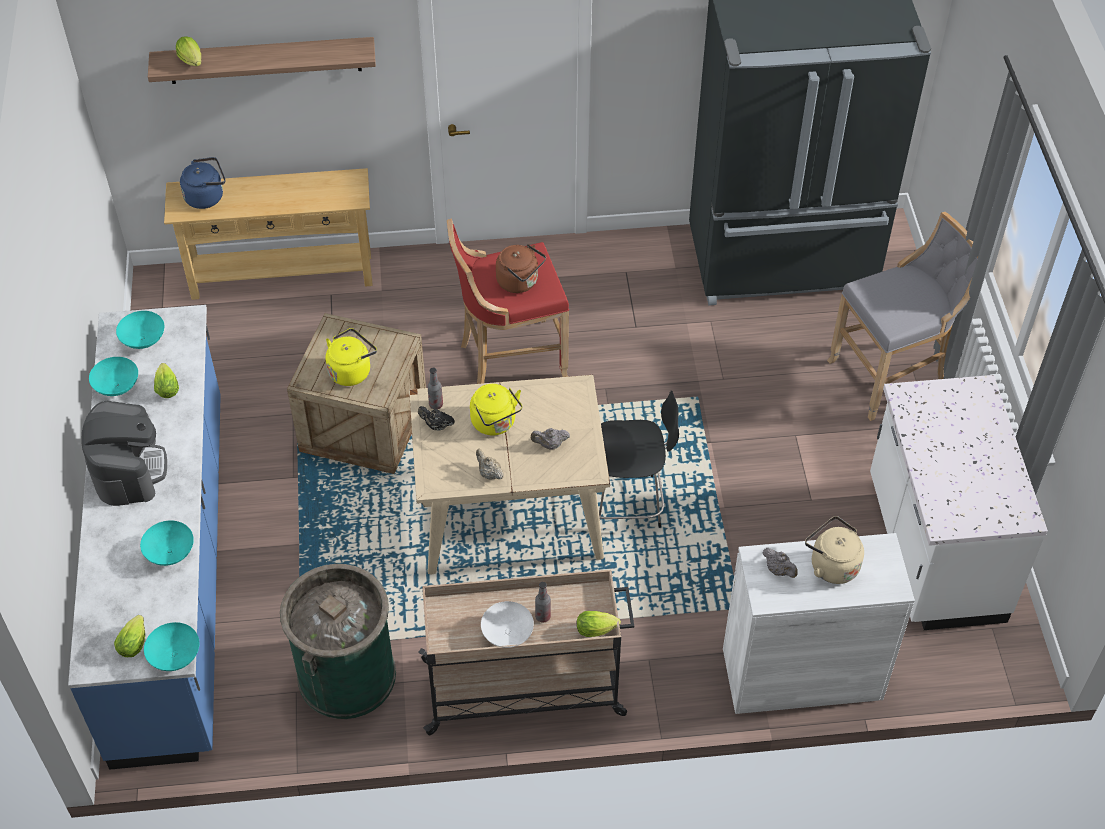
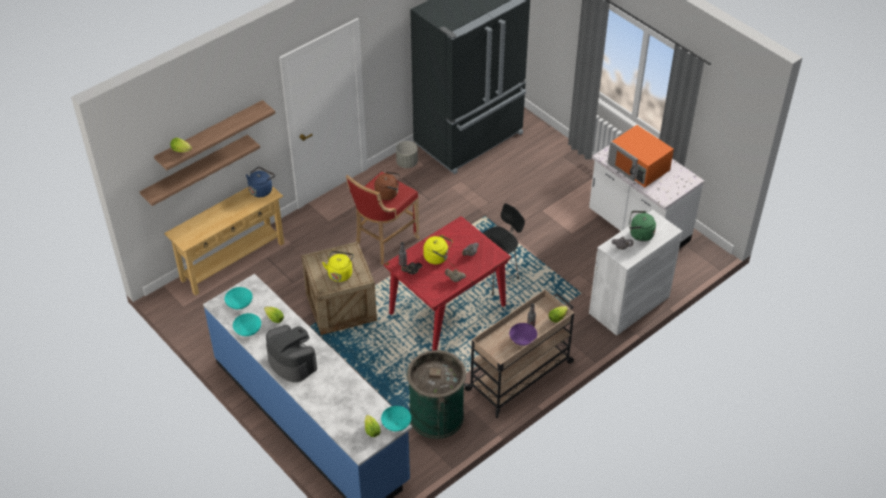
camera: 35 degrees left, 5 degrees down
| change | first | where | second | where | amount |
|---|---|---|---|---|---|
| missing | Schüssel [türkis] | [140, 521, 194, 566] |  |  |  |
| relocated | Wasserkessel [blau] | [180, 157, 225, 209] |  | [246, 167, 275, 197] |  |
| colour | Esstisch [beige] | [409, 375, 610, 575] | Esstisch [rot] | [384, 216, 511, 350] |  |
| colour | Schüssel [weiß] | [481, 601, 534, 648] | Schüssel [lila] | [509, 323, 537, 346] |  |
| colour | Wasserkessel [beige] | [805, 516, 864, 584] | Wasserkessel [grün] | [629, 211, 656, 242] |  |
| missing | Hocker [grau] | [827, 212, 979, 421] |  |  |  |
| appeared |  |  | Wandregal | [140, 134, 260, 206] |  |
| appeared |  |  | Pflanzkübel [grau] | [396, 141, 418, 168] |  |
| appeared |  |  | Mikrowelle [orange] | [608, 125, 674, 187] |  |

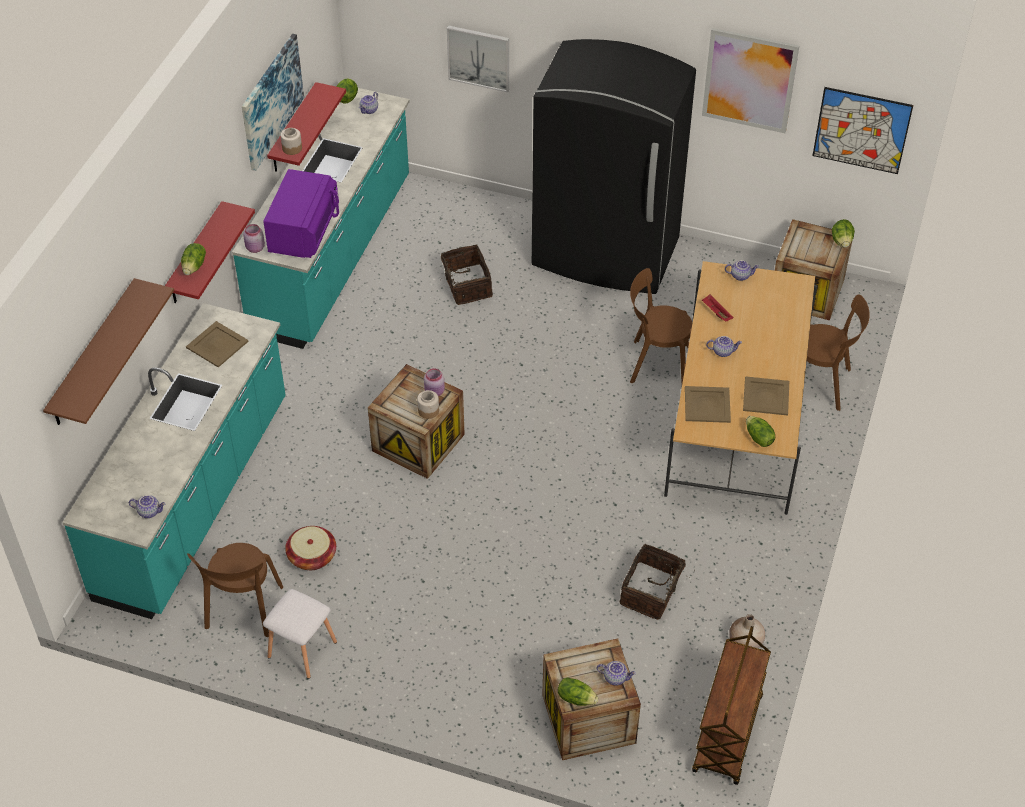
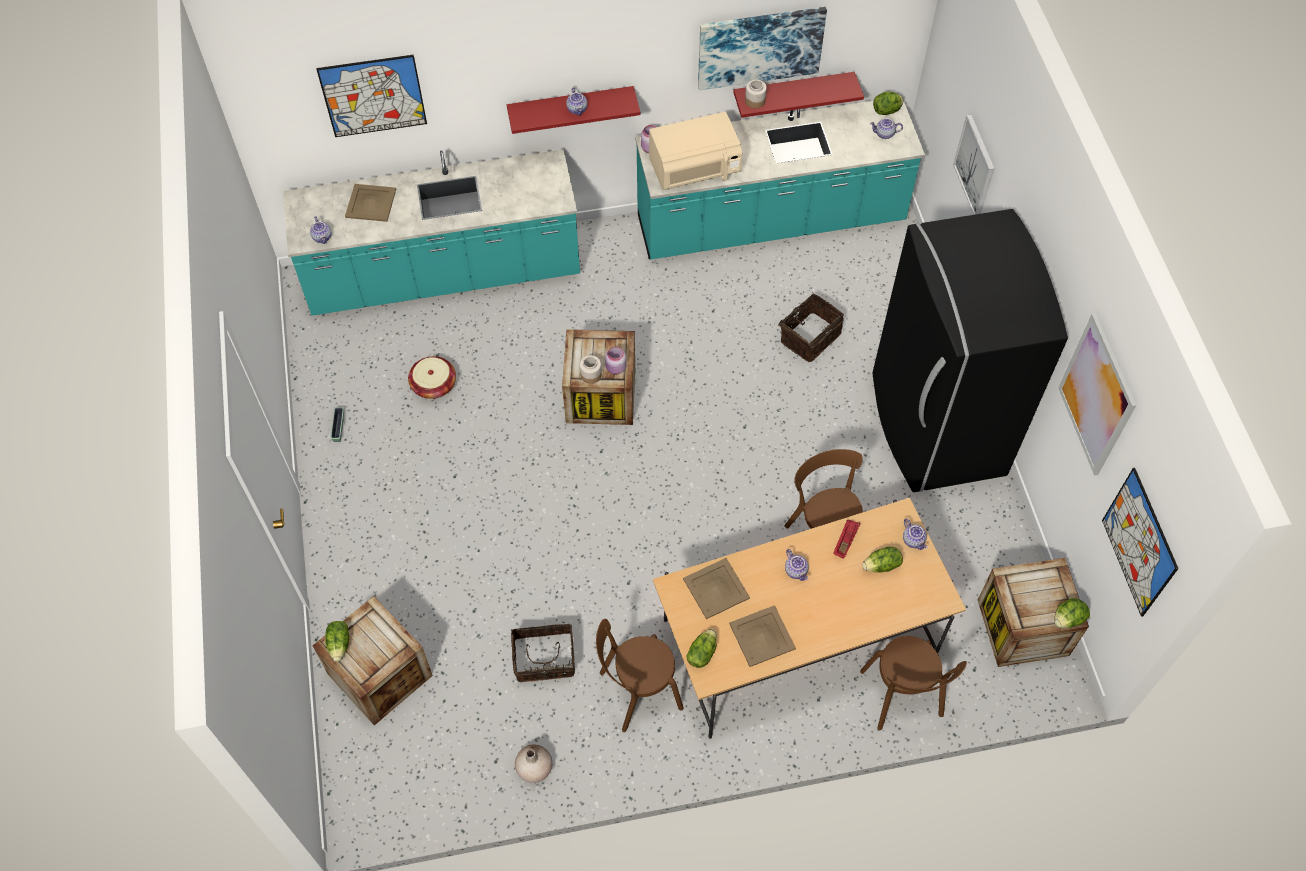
camera: 60 degrees right, 10 degrees up
| change | first | where | second | where | amount |
|---|---|---|---|---|---|
| exchanged | Wandregal [braun] | [43, 278, 174, 425] | Bild | [316, 55, 427, 137] |  |
| relocated | Salatkopf | [181, 243, 206, 275] |  | [862, 547, 903, 573] |  |
| relocated | Tablett [beige] | [186, 321, 249, 367] |  | [345, 184, 396, 222] |  |
| relocated | Stuhl [braun] | [187, 543, 283, 637] |  | [596, 619, 684, 732] |  |
| colour | Mikrowelle [lila] | [263, 169, 339, 258] | Mikrowelle [beige] | [649, 112, 742, 190] |  |
| exchanged | Hocker [weiß] | [263, 589, 337, 679] | Pflanzkübel | [330, 407, 344, 442] |  |
| relocated | Teekanne | [597, 661, 636, 686] |  | [566, 87, 587, 115] |  |
| missing | Rollwagen [braun] | [692, 626, 771, 785] |  |  |  |

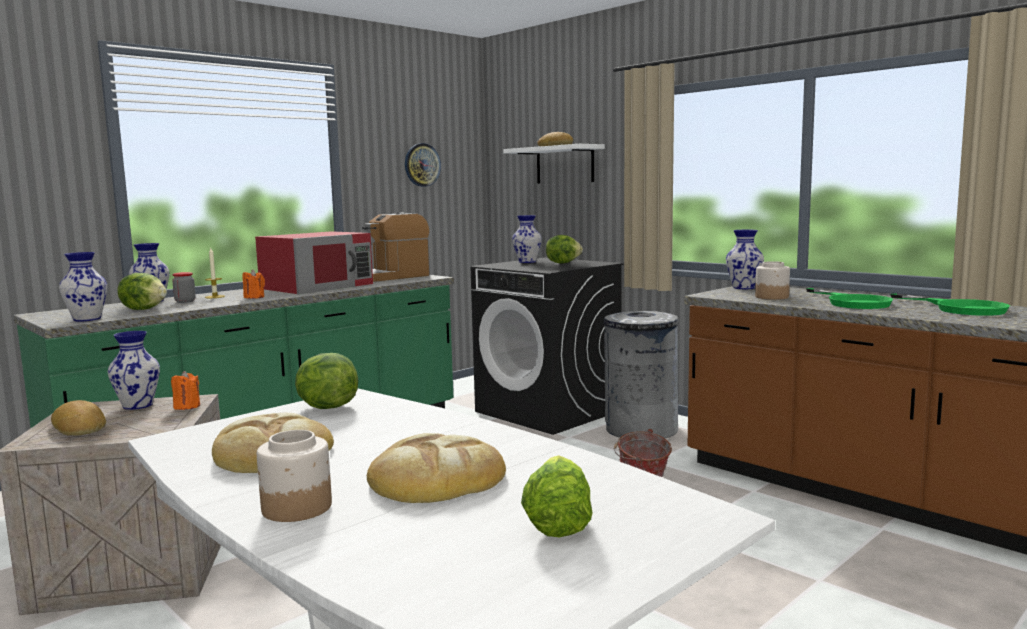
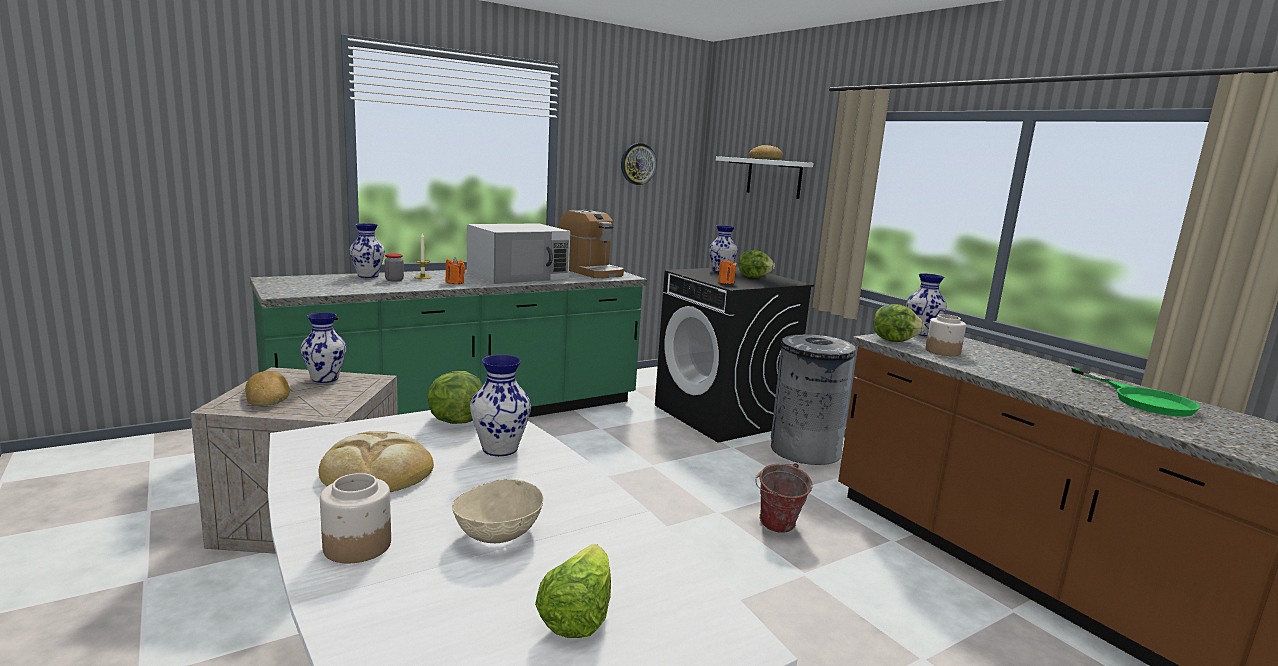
camera: 10 degrees right, 5 degrees up
| change | first | where | second | where | amount |
|---|---|---|---|---|---|
| relocated | Vase | [59, 252, 107, 322] |  | [470, 355, 531, 456] |  |
| relocated | Salatkopf | [117, 273, 167, 310] |  | [873, 304, 925, 342] |  |
| relocated | Kerze [orange] | [171, 371, 200, 410] |  | [718, 259, 737, 284] |  |
| colour | Mikrowelle [rot] | [255, 231, 373, 294] | Mikrowelle [weiß] | [467, 223, 570, 284] |  |
| spun | Kaffeemaschine | [362, 212, 429, 282] |  | [559, 210, 624, 278] | 105 degrees counterclockwise |
| exchanged | Brot | [367, 433, 506, 503] | Schüssel [beige] | [452, 479, 544, 543] |  |
| missing | Pfanne [grün] | [806, 288, 893, 309] |  |  |  |

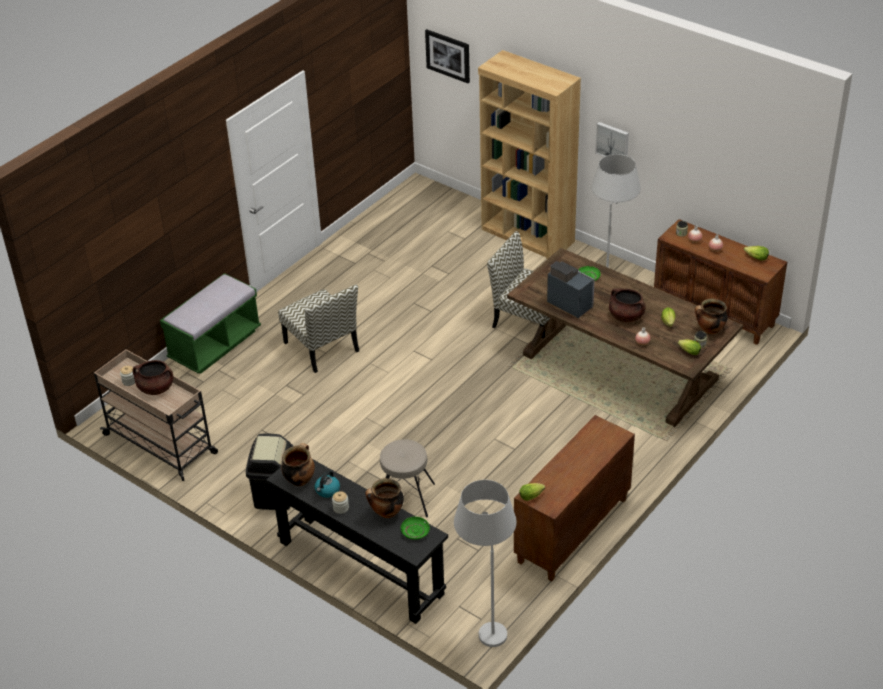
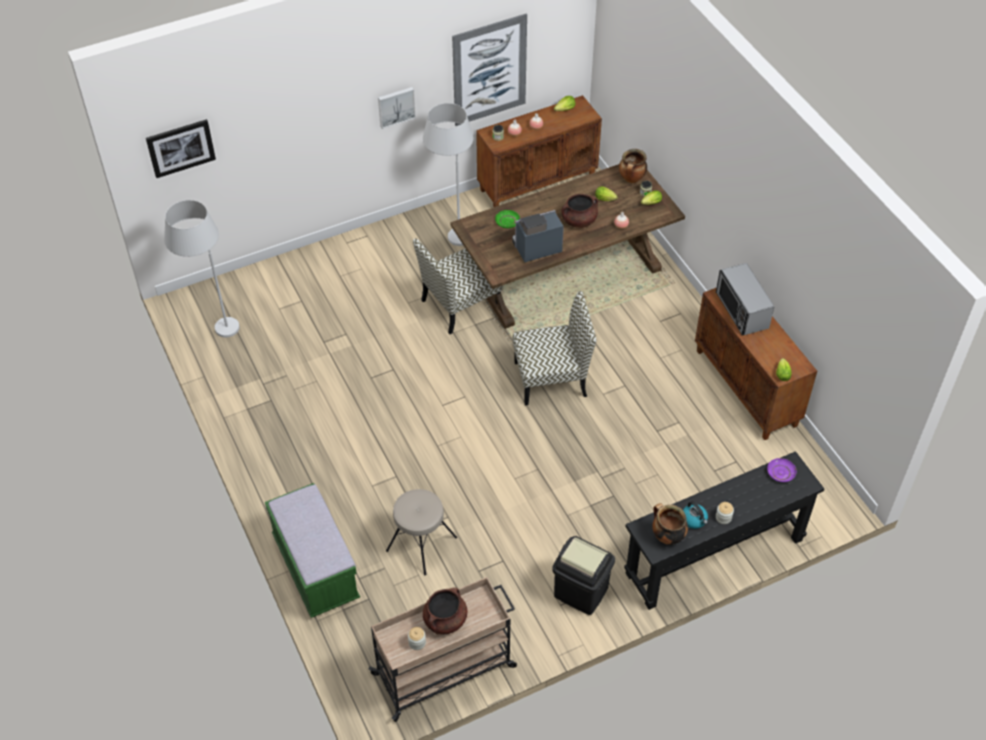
camera: 65 degrees left, 10 degrees up
| change | first | where | second | where | amount |
|---|---|---|---|---|---|
| relocated | Stuhl | [278, 285, 359, 373] |  | [513, 291, 597, 405] |  |
| missing | Kochtopf | [365, 478, 404, 518] |  |  |  |
| relocated | Hocker [beige] | [380, 439, 435, 517] |  | [386, 489, 457, 575] |  |
| colour | Teller [grün] | [401, 517, 430, 540] | Teller [lila] | [767, 458, 797, 482] |  |
| relocated | Stehlampe [weiß] | [454, 480, 517, 647] |  | [164, 200, 240, 337] |  |
| missing | Bücherregal [braun] | [478, 50, 581, 259] |  |  |  |
| appeared |  |  | Bild | [452, 13, 527, 126] |  |
| appeared |  |  | Mikrowelle | [716, 263, 774, 335] |  |

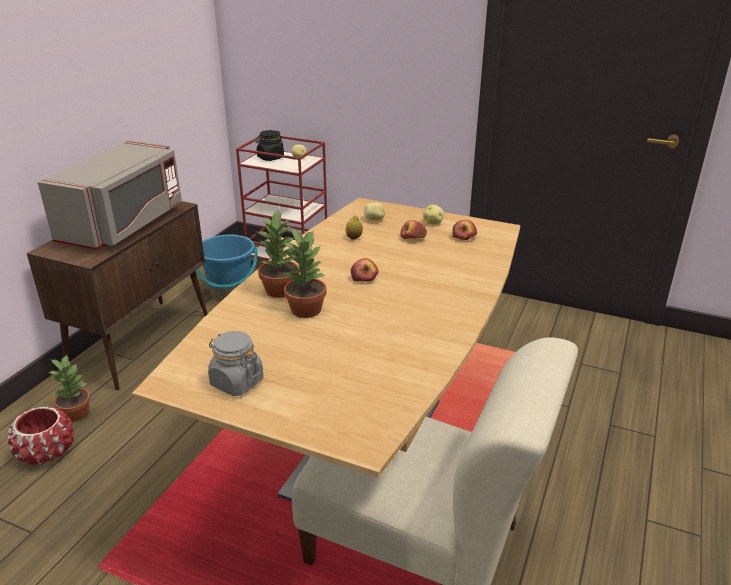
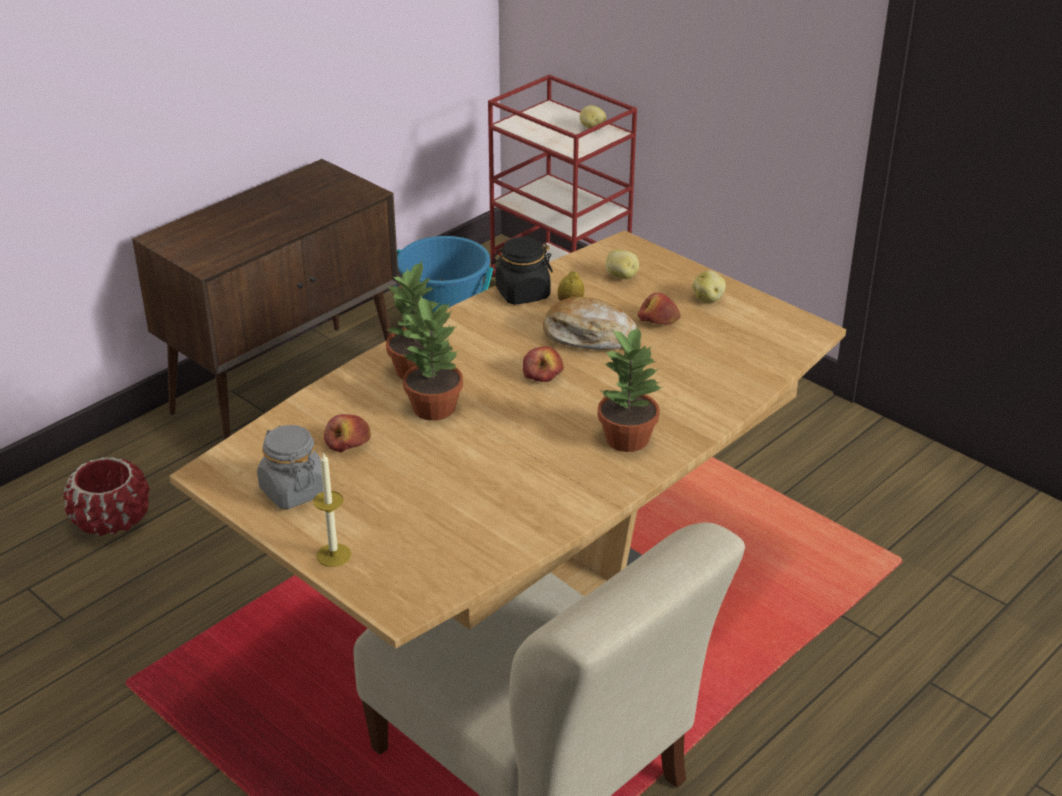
camera: 20 degrees right, 5 degrees up
| change | first | where | second | where | amount |
|---|---|---|---|---|---|
| missing | Mikrowelle [grau] | [38, 140, 182, 250] |  |  |  |
| relocated | Topfpflanze | [50, 354, 91, 422] |  | [598, 325, 662, 452] |  |
| relocated | Vorratsglas [schwarz] | [256, 130, 284, 161] |  | [491, 237, 553, 305] |  |
| relocated | Apfel | [452, 220, 477, 240] |  | [324, 414, 371, 453] |  |
| appeared |  |  | Kerze | [313, 452, 351, 567] |  |
| appeared |  |  | Brot | [543, 297, 637, 350] |  |

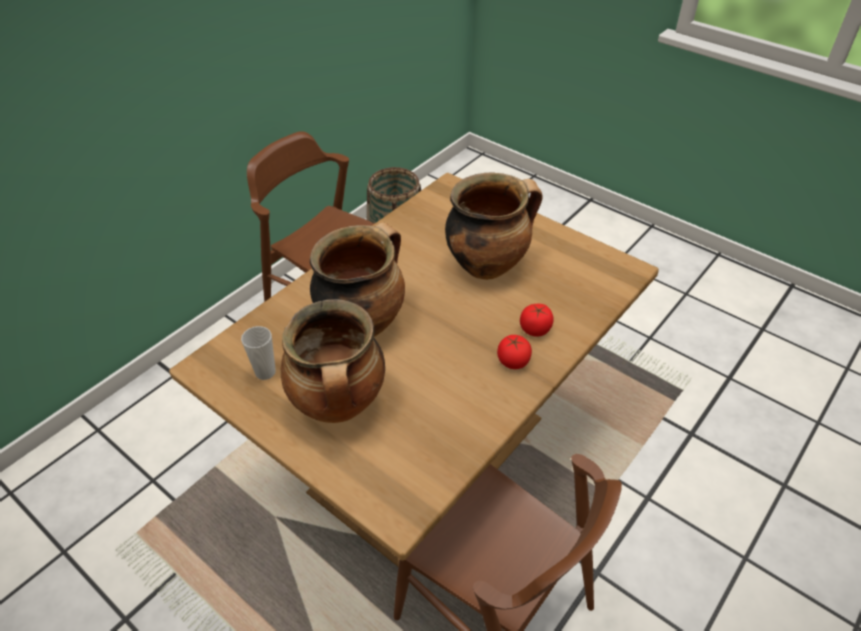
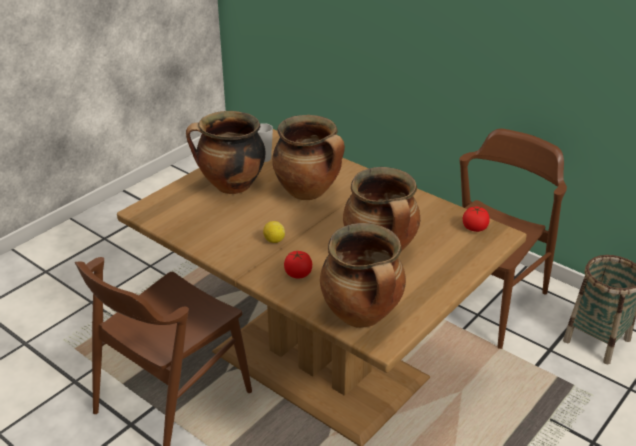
camera: 90 degrees right, 10 degrees down
| change | first | where | second | where | amount |
|---|---|---|---|---|---|
| relocated | Tomate | [497, 335, 532, 369] |  | [463, 206, 490, 232] |  |
| appeared |  |  | Zitrone | [263, 221, 285, 243] |  |
| appeared |  |  | Kochtopf | [320, 223, 406, 328] |  |

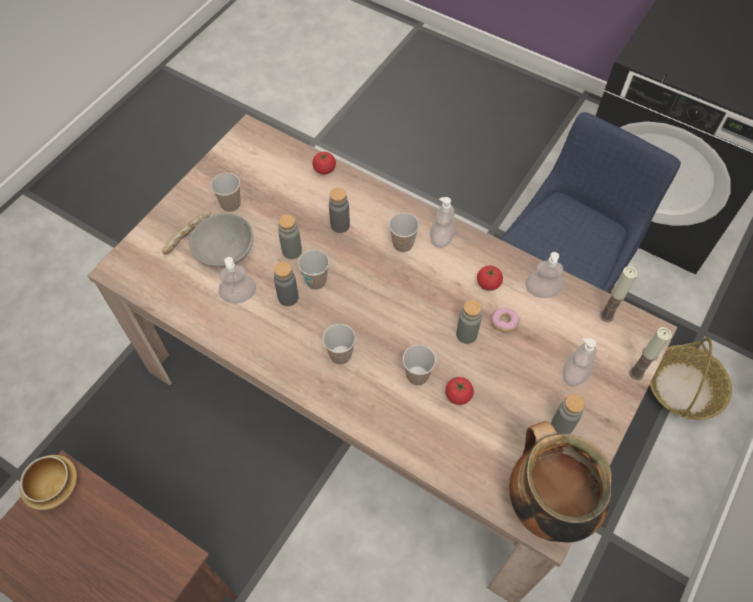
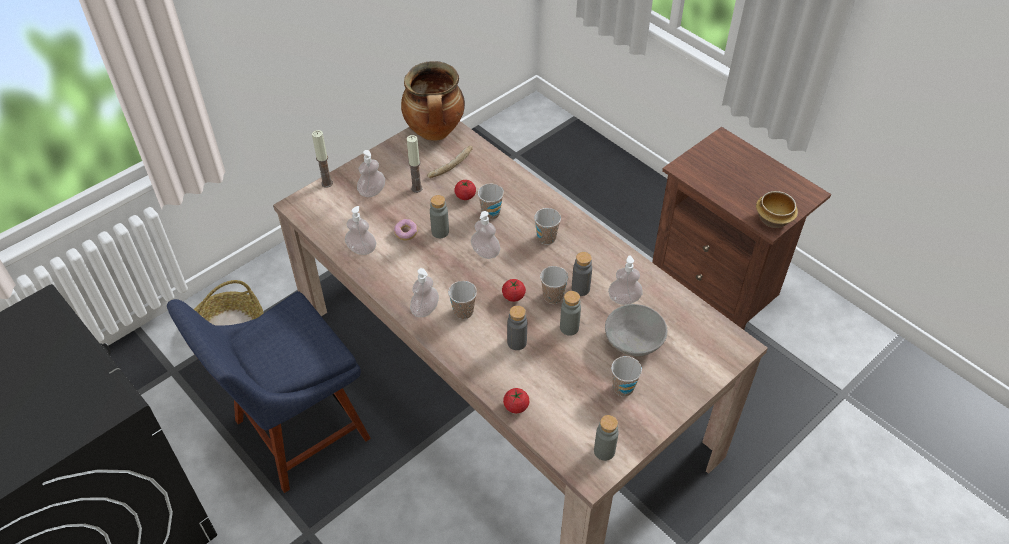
camera: 165 degrees left, 10 degrees down
| change | first | where | second | where | amount |
|---|---|---|---|---|---|
| relocated | Brot | [162, 211, 211, 255] |  | [427, 146, 473, 178] |  |
| relocated | Tomate | [477, 266, 503, 291] |  | [502, 279, 526, 302] |  |
| relocated | Flasche [grau] | [551, 394, 585, 434] |  | [594, 415, 619, 461] |  |
| relocated | Kerze | [600, 266, 637, 322] |  | [406, 135, 423, 193] |  |
| appeared |  |  | Seifenspender | [471, 211, 500, 259] |  |

